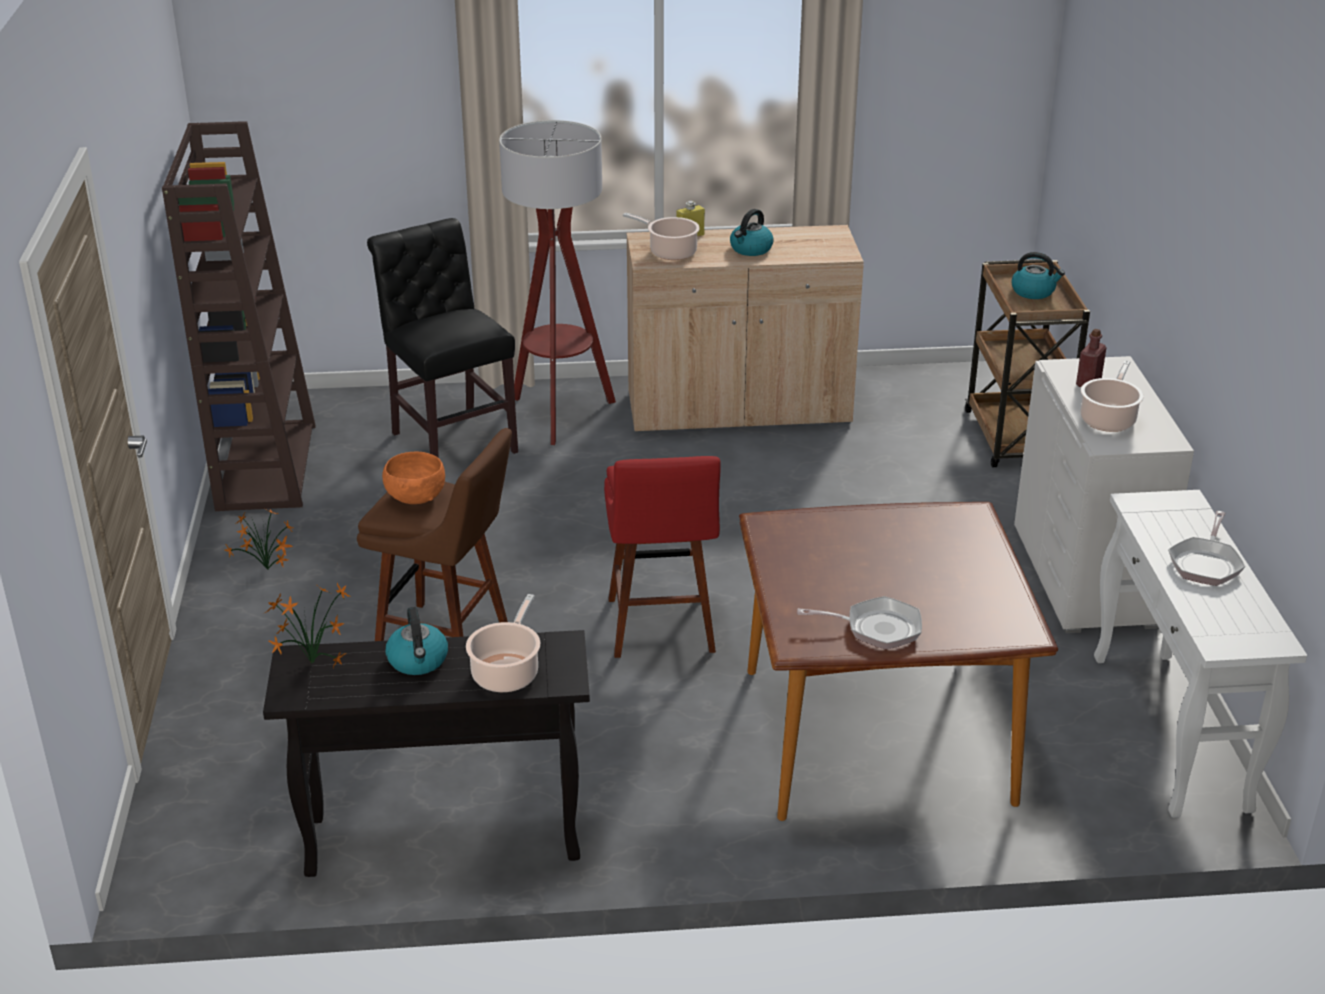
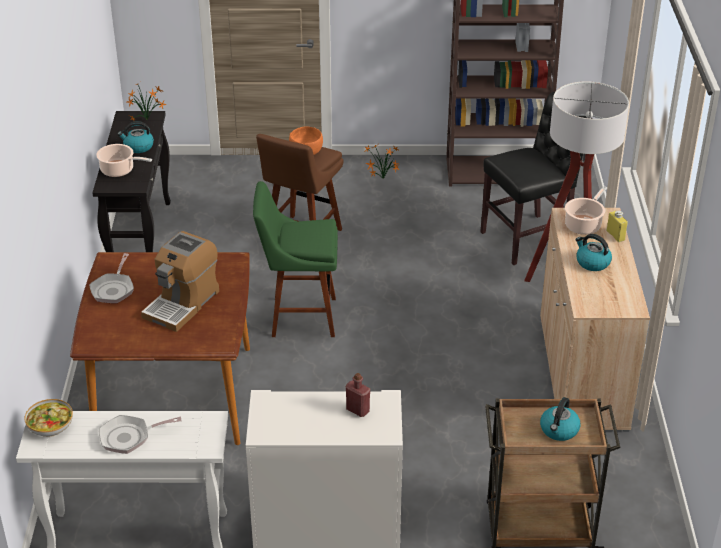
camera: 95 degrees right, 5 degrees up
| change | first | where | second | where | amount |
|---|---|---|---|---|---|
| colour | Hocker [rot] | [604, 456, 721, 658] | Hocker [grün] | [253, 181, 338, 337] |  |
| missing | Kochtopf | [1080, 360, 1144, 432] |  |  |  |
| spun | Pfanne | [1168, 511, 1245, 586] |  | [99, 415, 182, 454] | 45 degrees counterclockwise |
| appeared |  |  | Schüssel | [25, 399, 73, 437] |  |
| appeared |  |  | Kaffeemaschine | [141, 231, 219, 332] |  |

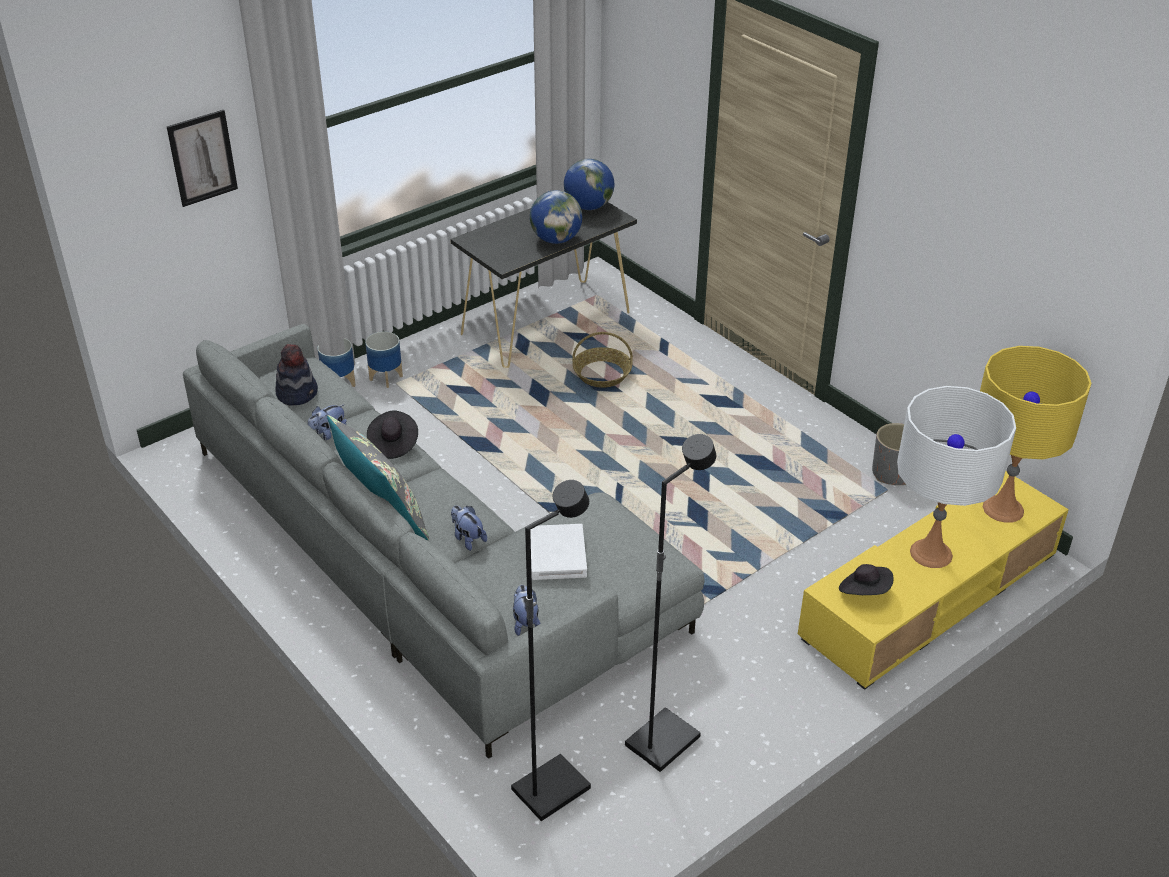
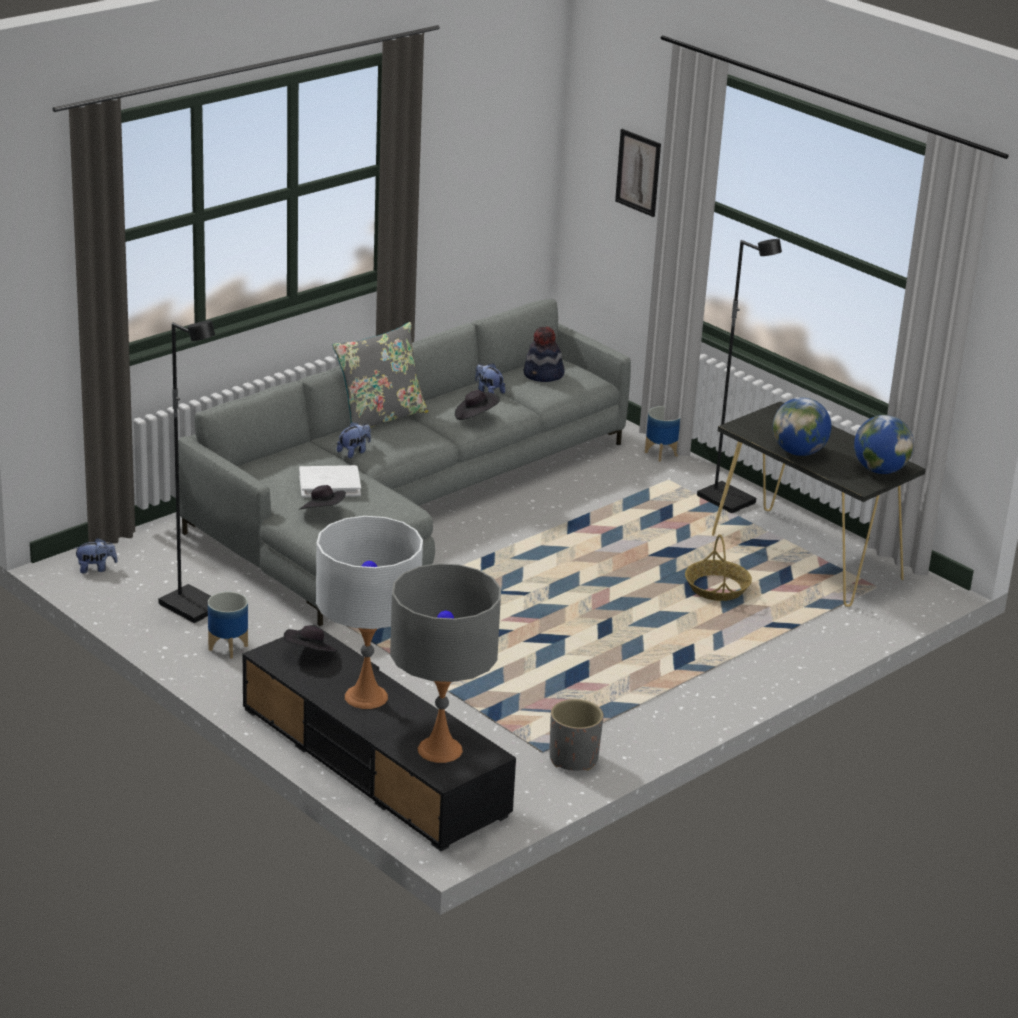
camera: 85 degrees right, 10 degrees down
| change | first | where | second | where | amount |
|---|---|---|---|---|---|
| relocated | Pflanzkübel | [365, 331, 403, 388] |  | [208, 592, 248, 659] |  |
| relocated | Stehlampe [schwarz] | [511, 480, 591, 821] |  | [697, 239, 782, 513] |  |
| relocated | Plüschtier | [513, 585, 541, 636] |  | [75, 538, 118, 574] |  |
| colour | Fernsehschrank [gelb] | [798, 471, 1069, 690] | Fernsehschrank [schwarz] | [243, 624, 516, 851] |  |
| colour | Tischlampe [gelb] | [980, 346, 1092, 523] | Tischlampe [grau] | [390, 563, 501, 763] |  |
| appeared |  |  | Hut [schwarz] | [300, 485, 346, 509] |  |

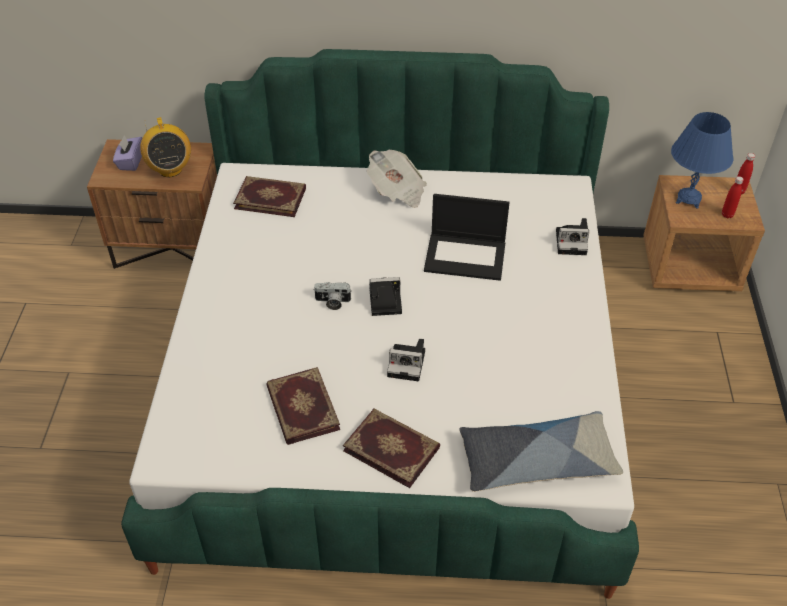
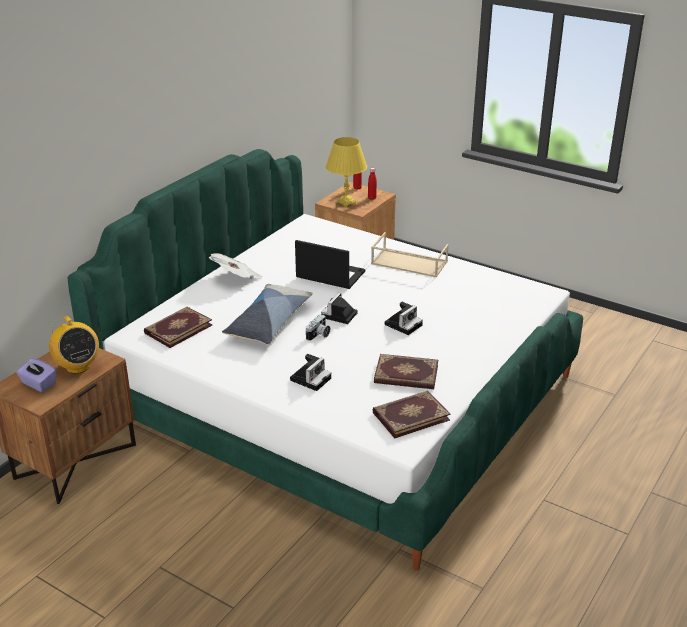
camera: 60 degrees left, 15 degrees down
| change | first | where | second | where | amount |
|---|---|---|---|---|---|
| spun | Radio | [140, 117, 191, 177] |  | [49, 316, 99, 374] | 45 degrees clockwise |
| relocated | Buch | [343, 409, 440, 488] |  | [373, 391, 450, 439] |  |
| spun | Laptop | [424, 194, 510, 281] |  | [295, 240, 366, 289] | 105 degrees counterclockwise |
| relocated | Kissen | [460, 411, 623, 492] |  | [222, 284, 313, 345] |  |
| relocated | Kamera | [556, 218, 589, 255] |  | [290, 354, 331, 391] |  |
| colour | Tischlampe [blau] | [671, 112, 734, 209] | Tischlampe [gelb] | [326, 137, 367, 208] |  |
| appeared |  |  | Tablett [beige] | [371, 232, 449, 277] |  |

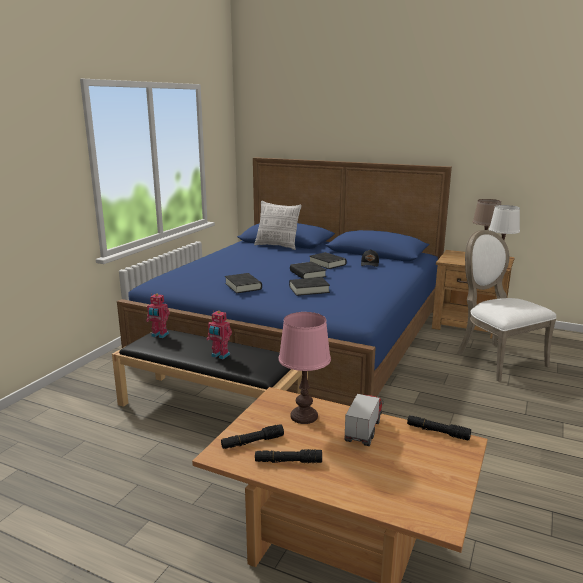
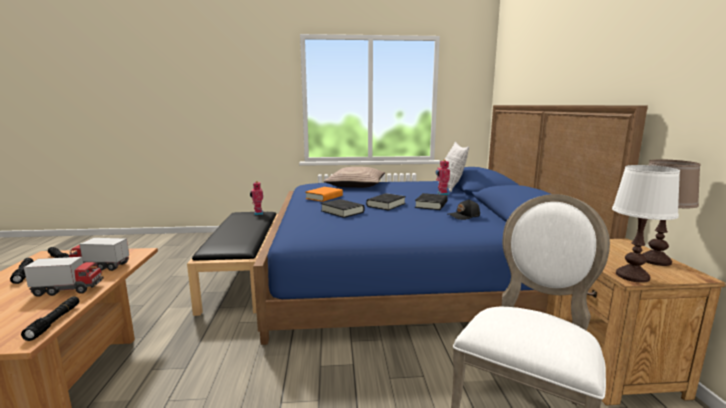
camera: 60 degrees right, 5 degrees down
| change | first | where | second | where | amount |
|---|---|---|---|---|---|
| relocated | Spielzeugroboter | [207, 311, 232, 359] |  | [436, 159, 450, 195] |  |
| colour | Buch [schwarz] | [225, 273, 262, 293] | Buch [orange] | [305, 187, 343, 202] |  |
| exchanged | Tischlampe [rosa] | [279, 312, 331, 424] | Spielzeuglaster | [69, 238, 129, 271] |  |
| appeared |  |  | Kissen | [324, 167, 385, 188] |  |

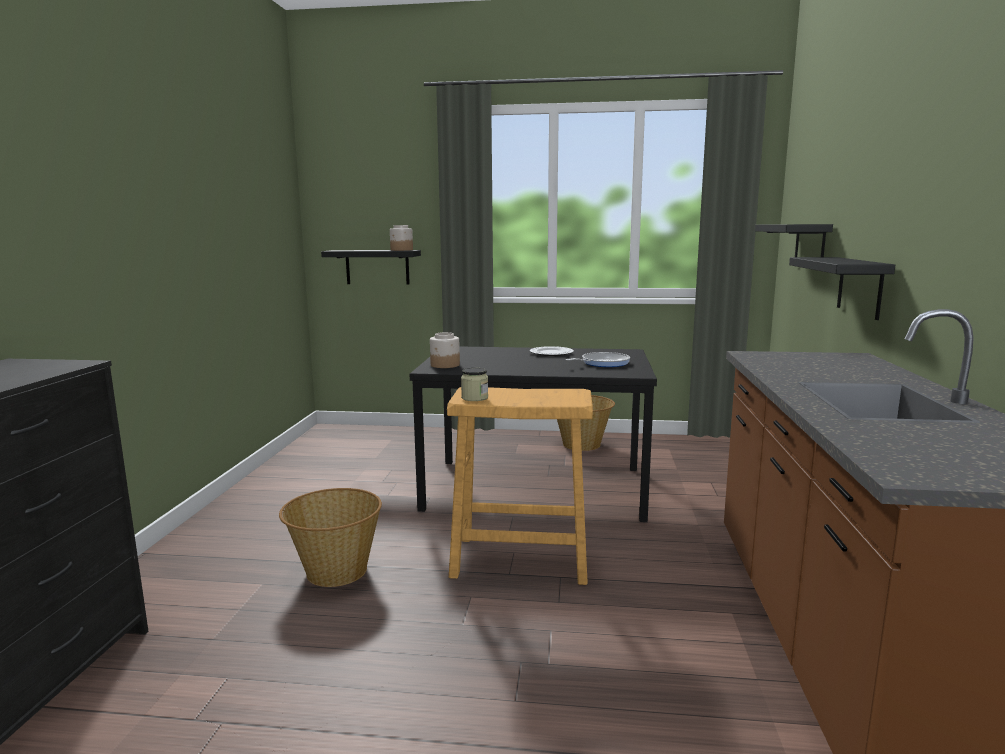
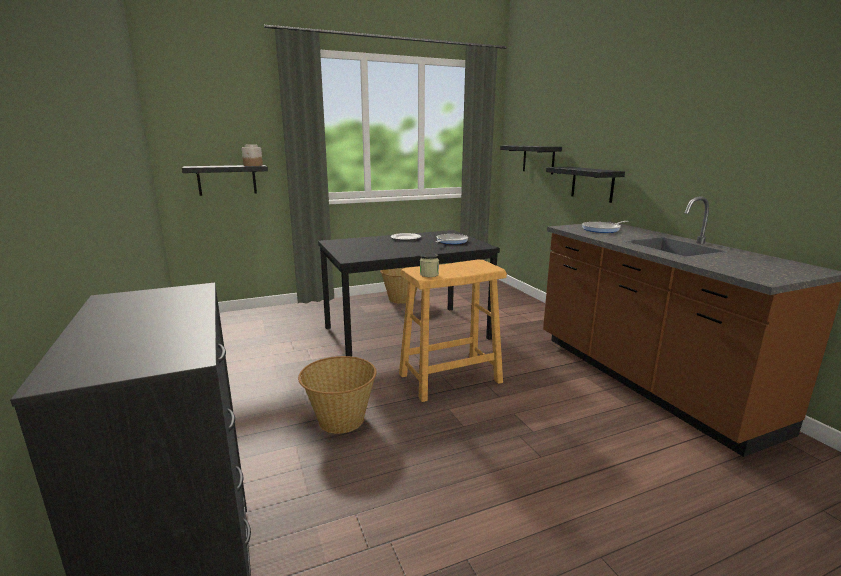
camera: 30 degrees left, 5 degrees up
| change | first | where | second | where | amount |
|---|---|---|---|---|---|
| missing | Vorratsglas | [430, 332, 460, 368] |  |  |  |
| appeared |  |  | Pfanne | [582, 221, 629, 233] |  |

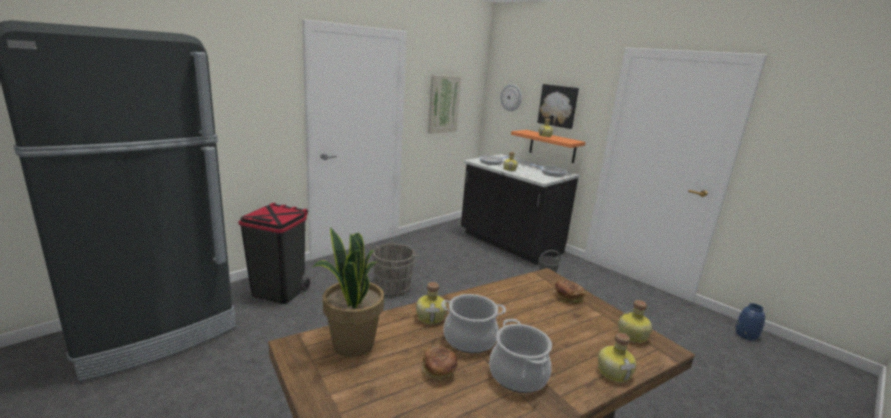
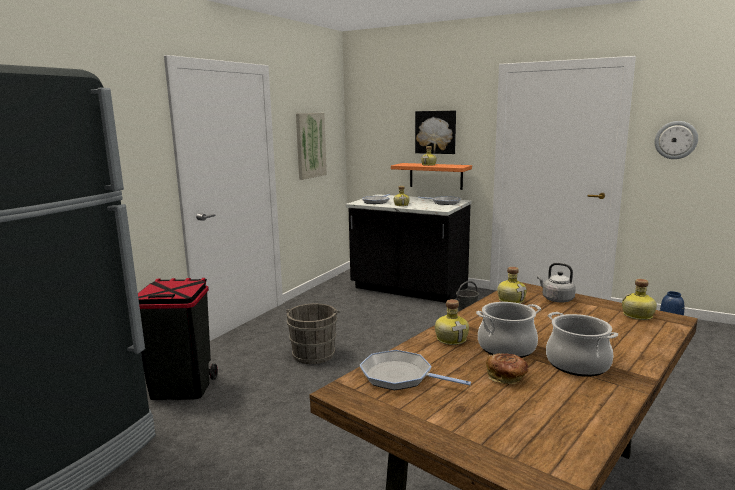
camera: 15 degrees left, 5 degrees down
| change | first | where | second | where | amount |
|---|---|---|---|---|---|
| exchanged | Topfpflanze | [312, 227, 384, 357] | Pfanne | [360, 350, 471, 390] |  |
| relocated | Wanduhr | [500, 84, 522, 111] |  | [654, 121, 698, 159] |  |
| exchanged | Brot | [555, 280, 586, 303] | Wasserkessel [grau] | [537, 263, 576, 302] |  |
| relocated | Flasche | [598, 333, 636, 383] |  | [497, 267, 527, 303] |  |

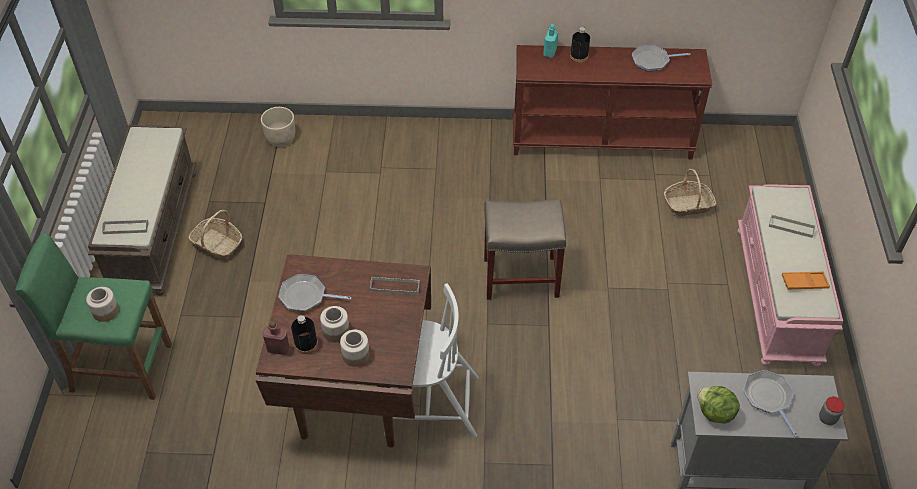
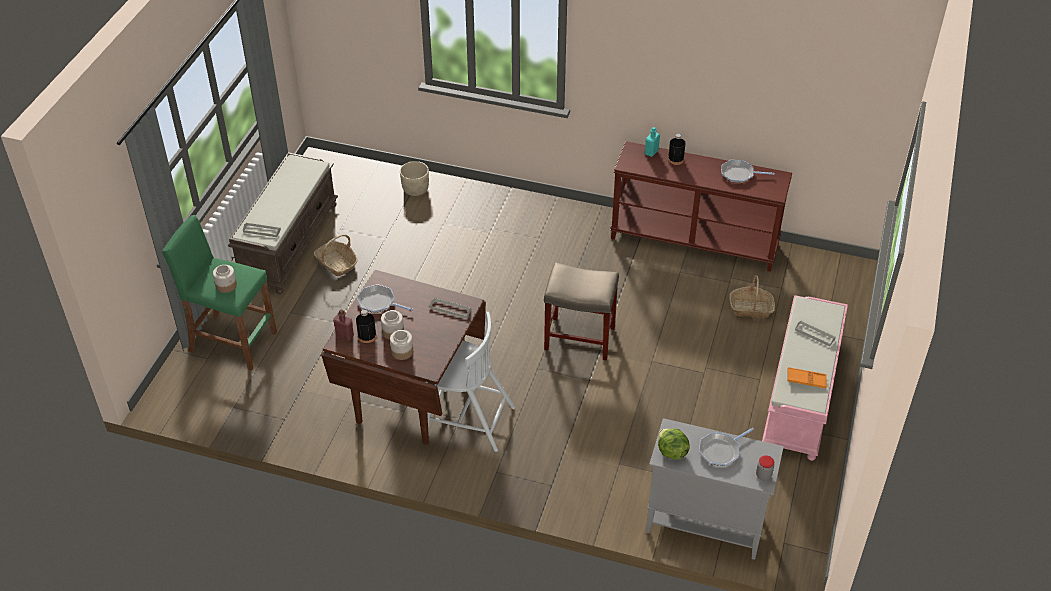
camera: 15 degrees right, 5 degrees down
| change | first | where | second | where | amount |
|---|---|---|---|---|---|
| spun | Pfanne | [743, 370, 798, 437] |  | [699, 428, 754, 466] | 120 degrees counterclockwise |

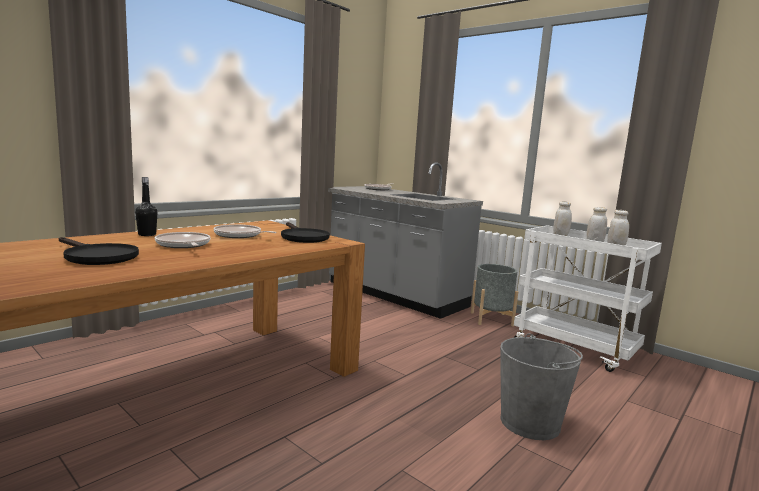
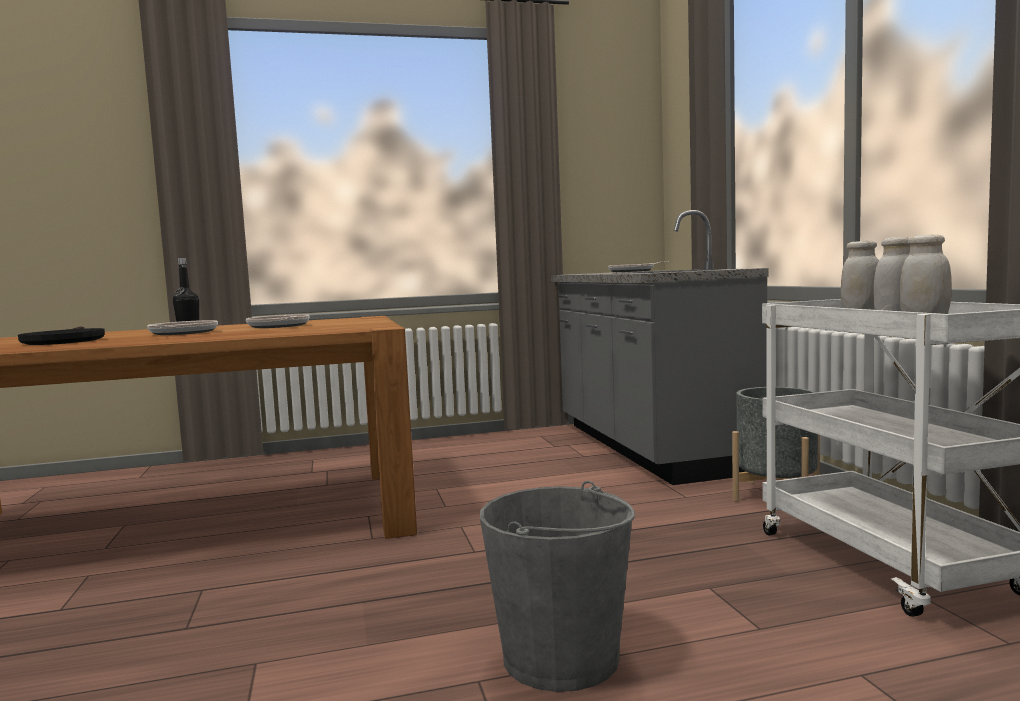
camera: 35 degrees right, 5 degrees down
| change | first | where | second | where | amount |
|---|---|---|---|---|---|
| missing | Pfanne [schwarz] | [281, 222, 330, 243] |  |  |  |

